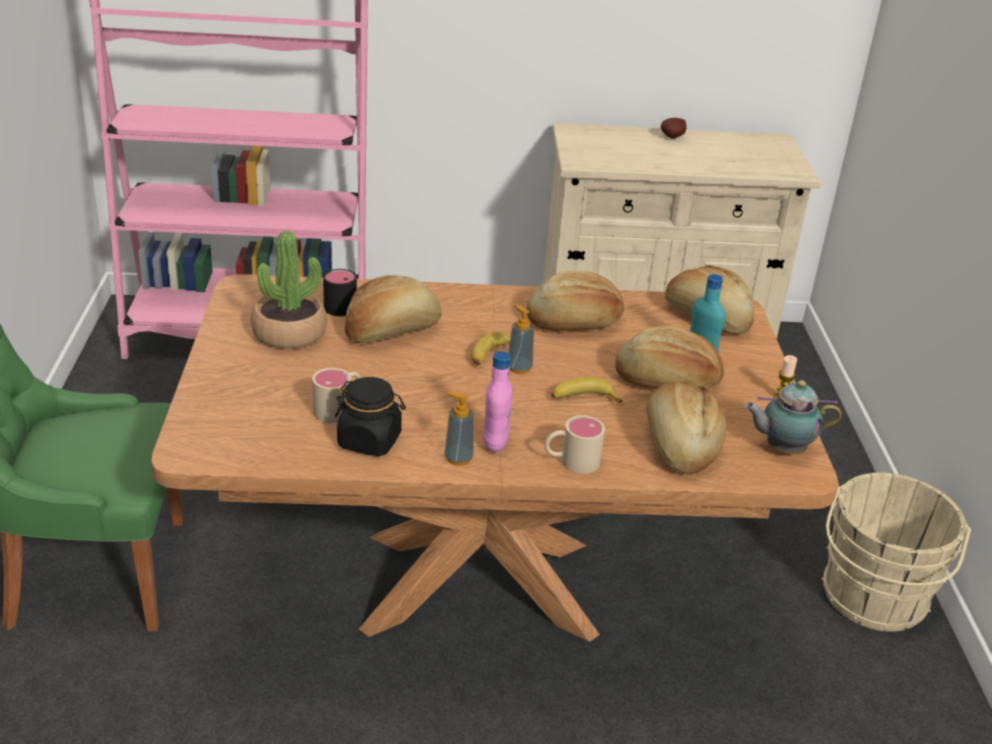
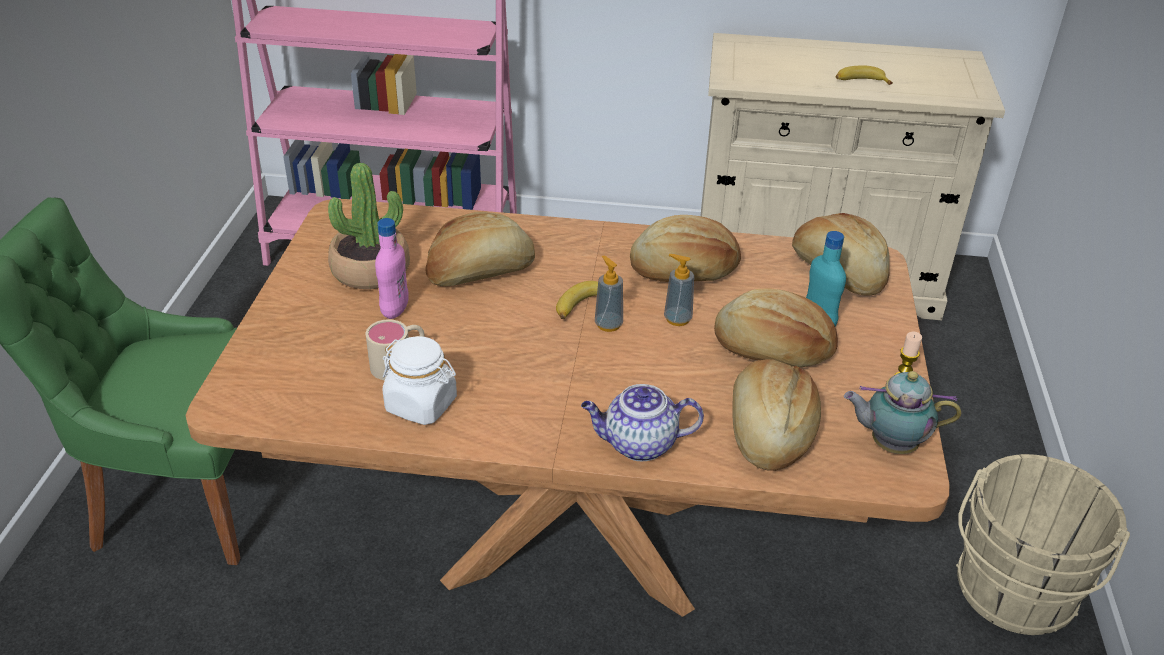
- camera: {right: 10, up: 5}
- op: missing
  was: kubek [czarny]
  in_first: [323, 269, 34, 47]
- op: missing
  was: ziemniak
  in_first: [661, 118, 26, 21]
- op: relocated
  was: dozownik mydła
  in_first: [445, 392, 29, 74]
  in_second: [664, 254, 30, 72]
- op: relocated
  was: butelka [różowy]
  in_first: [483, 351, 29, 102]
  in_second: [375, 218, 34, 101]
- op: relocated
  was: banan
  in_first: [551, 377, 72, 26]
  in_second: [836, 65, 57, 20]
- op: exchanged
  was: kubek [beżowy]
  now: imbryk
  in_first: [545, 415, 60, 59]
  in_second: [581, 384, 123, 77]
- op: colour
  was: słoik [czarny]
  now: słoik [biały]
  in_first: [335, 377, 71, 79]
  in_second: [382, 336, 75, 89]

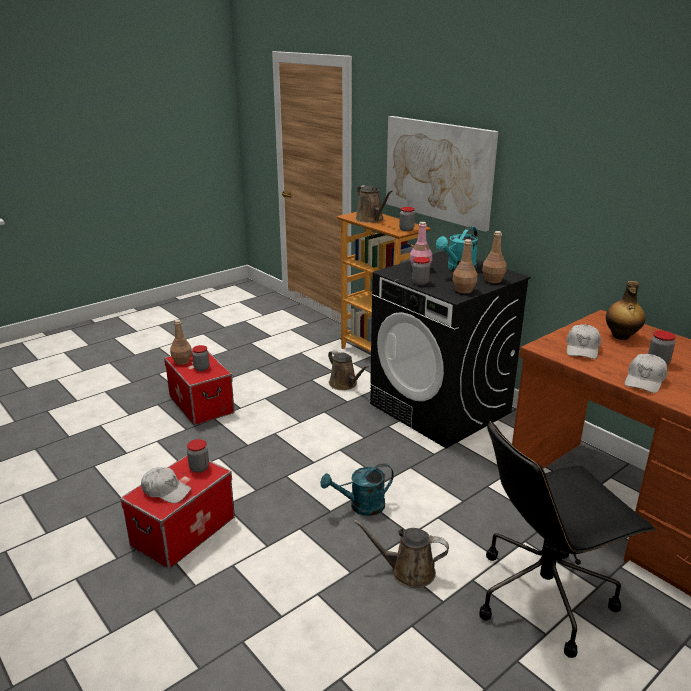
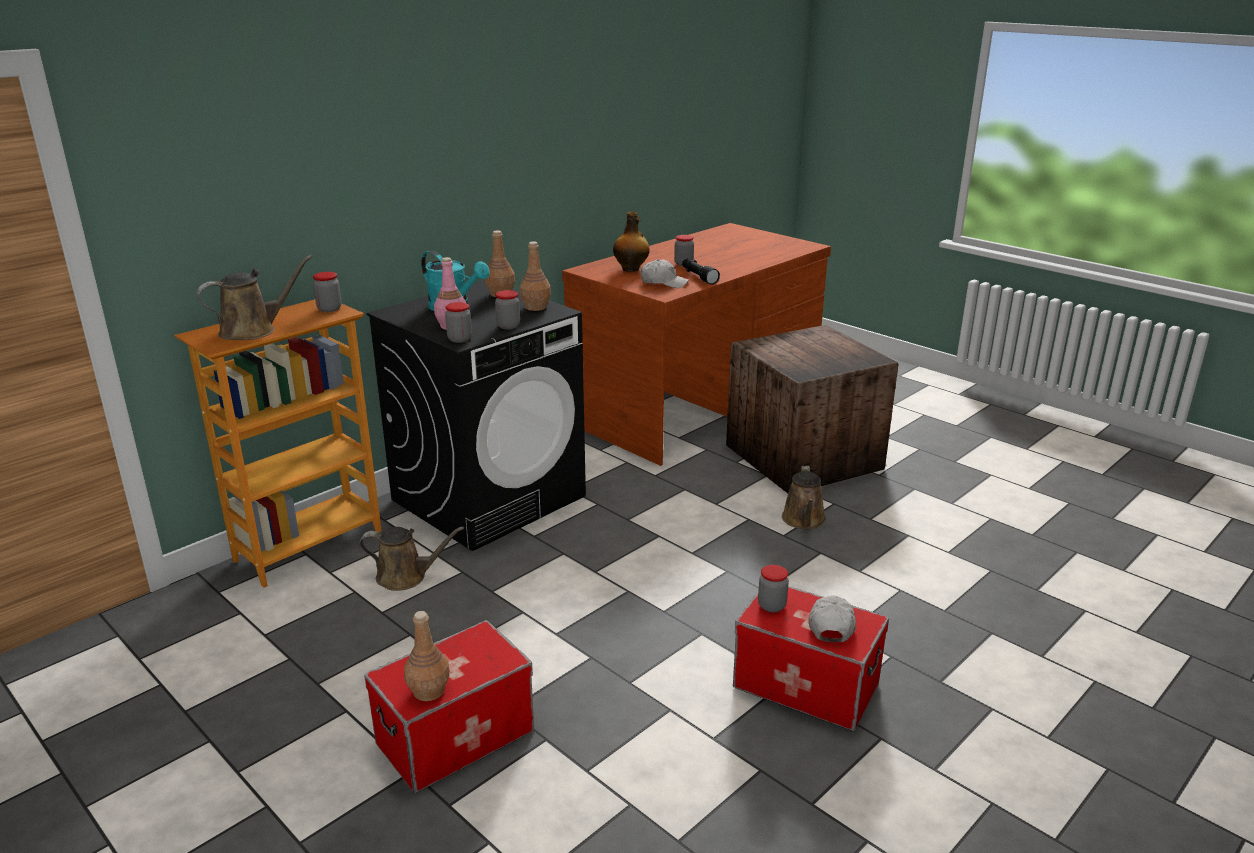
- camera: {right: -95, up: 0}
- op: missing
  was: konewka [turkusowy]
  in_first: [321, 463, 73, 53]
- op: missing
  was: obraz
  in_first: [386, 116, 112, 116]
- op: missing
  was: czapka z daszkiem [biały]
  in_first: [625, 354, 42, 39]
- op: appeared
  now: latarka [czarny]
  in_second: [682, 259, 38, 26]
- op: relocated
  was: słoik
  in_first: [192, 345, 17, 26]
  in_second: [445, 302, 27, 41]
- op: exchanged
  was: krzesło biurowe [czarny]
  now: skrzynka
  in_first: [480, 421, 176, 237]
  in_second: [726, 325, 172, 168]
- op: spun
  was: konewka [brązowy]
  in_first: [328, 350, 41, 40]
  in_second: [359, 526, 105, 65]
  clockwise: 45

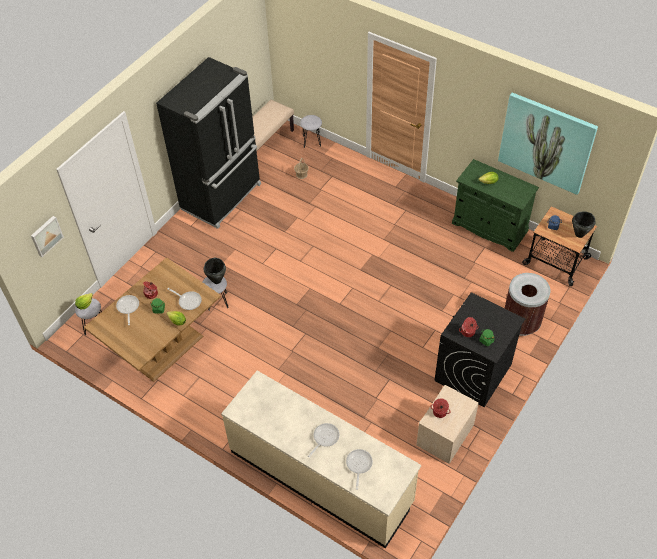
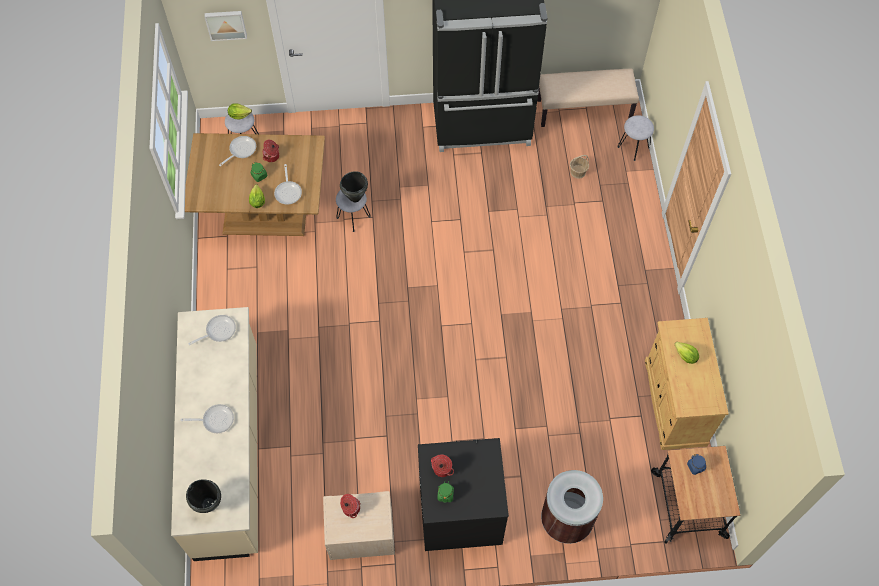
- camera: {right: 50, up: 10}
- op: missing
  was: obraz
  in_first: [498, 93, 100, 102]
- op: relocated
  was: patelnia
  in_first: [346, 449, 27, 41]
  in_second: [188, 315, 48, 30]
- op: relocated
  was: garnek [czarny]
  in_first: [572, 212, 24, 26]
  in_second: [186, 479, 35, 34]
- op: colour
  was: szafka [zielony]
  now: szafka [beżowy]
  in_first: [452, 159, 87, 93]
  in_second: [645, 318, 84, 132]

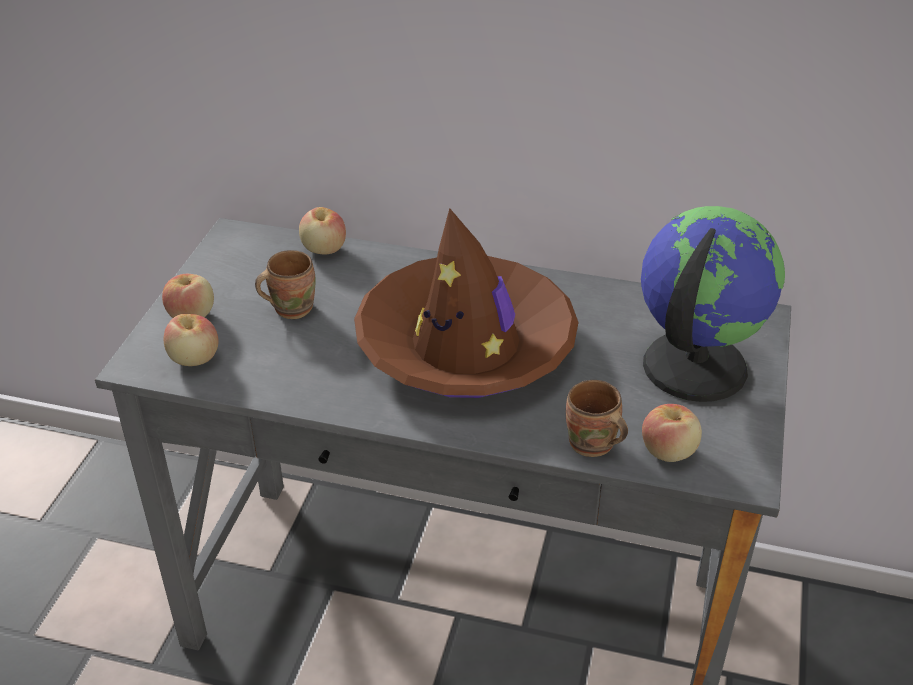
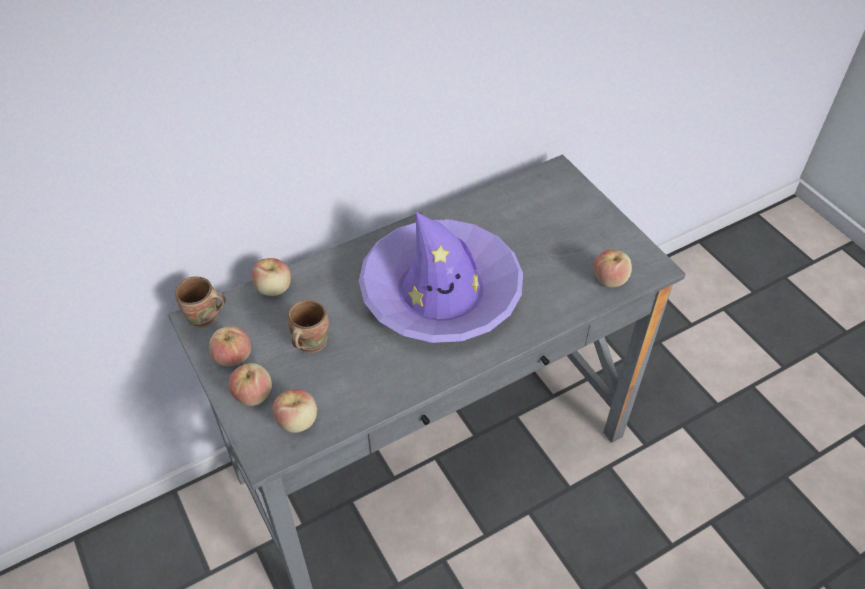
- camera: {right: -45, up: 10}
- op: missing
  was: globus
  in_first: [641, 206, 144, 196]
- op: appeared
  now: jabłko
  in_second: [209, 326, 42, 40]
- op: relocated
  was: kubek [brązowy]
  in_first: [566, 380, 62, 77]
  in_second: [175, 276, 51, 52]
- op: colour
  was: kapelusz [brązowy]
  now: kapelusz [fioletowy]
  in_first: [354, 208, 225, 190]
  in_second: [359, 212, 164, 131]

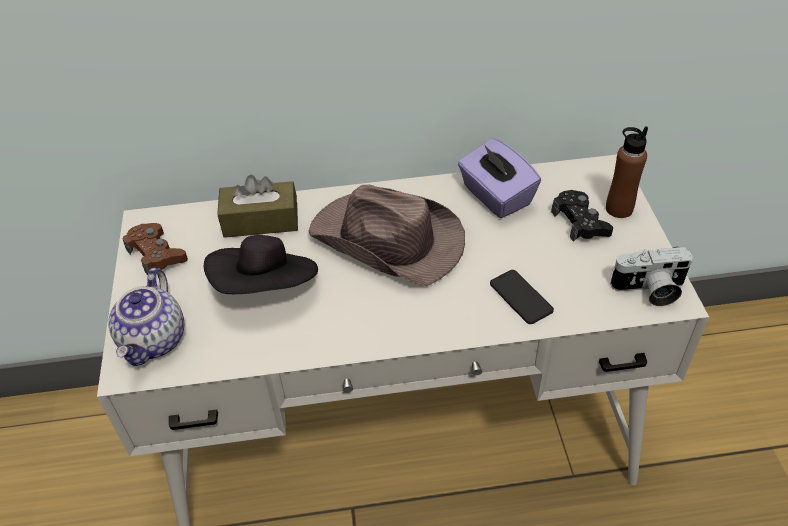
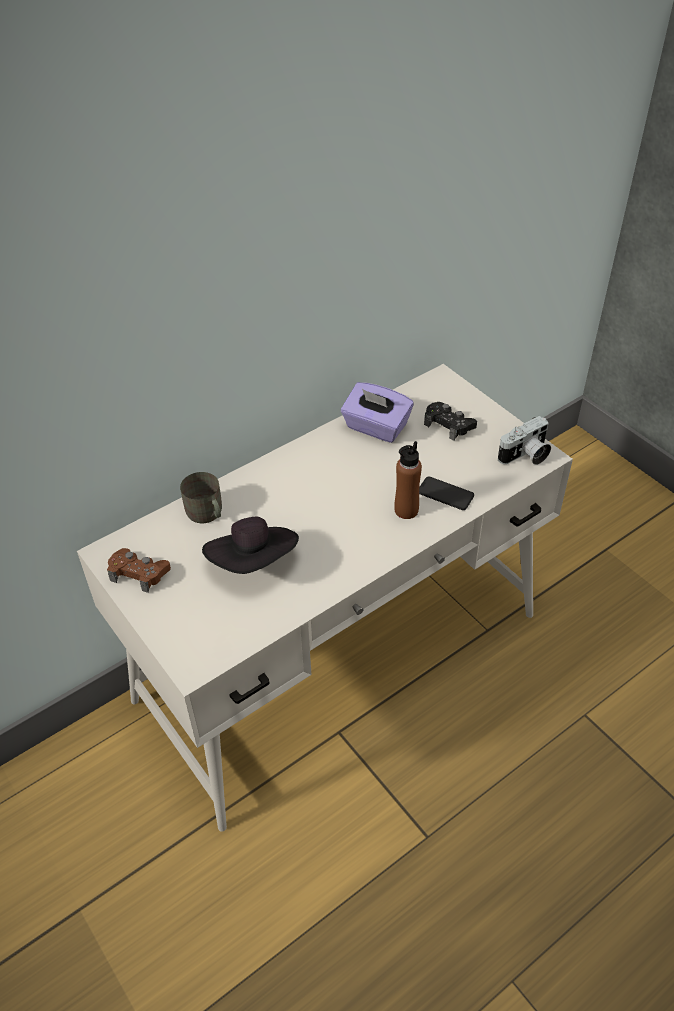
- camera: {right: -30, up: 0}
- op: missing
  was: imbryk
  in_first: [109, 268, 75, 98]
- op: missing
  was: kapelusz [brązowy]
  in_first: [308, 185, 157, 102]
- op: relocated
  was: butelka [brązowy]
  in_first: [606, 126, 42, 92]
  in_second: [394, 441, 28, 78]
- op: exchanged
  was: pudełko chusteczek [brązowy]
  now: kubek [szary]
  in_first: [217, 175, 81, 63]
  in_second: [180, 472, 42, 51]

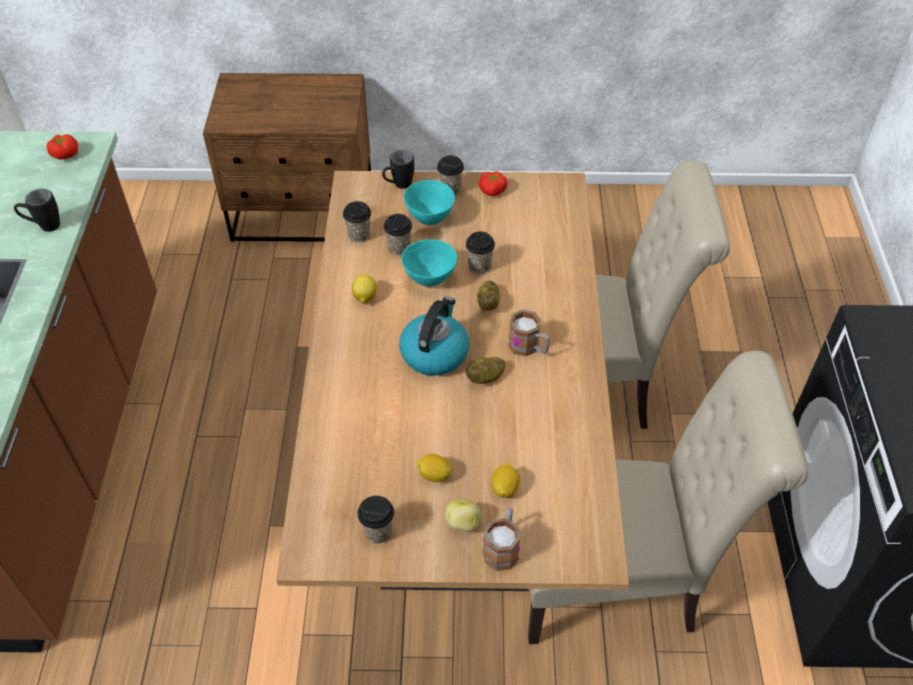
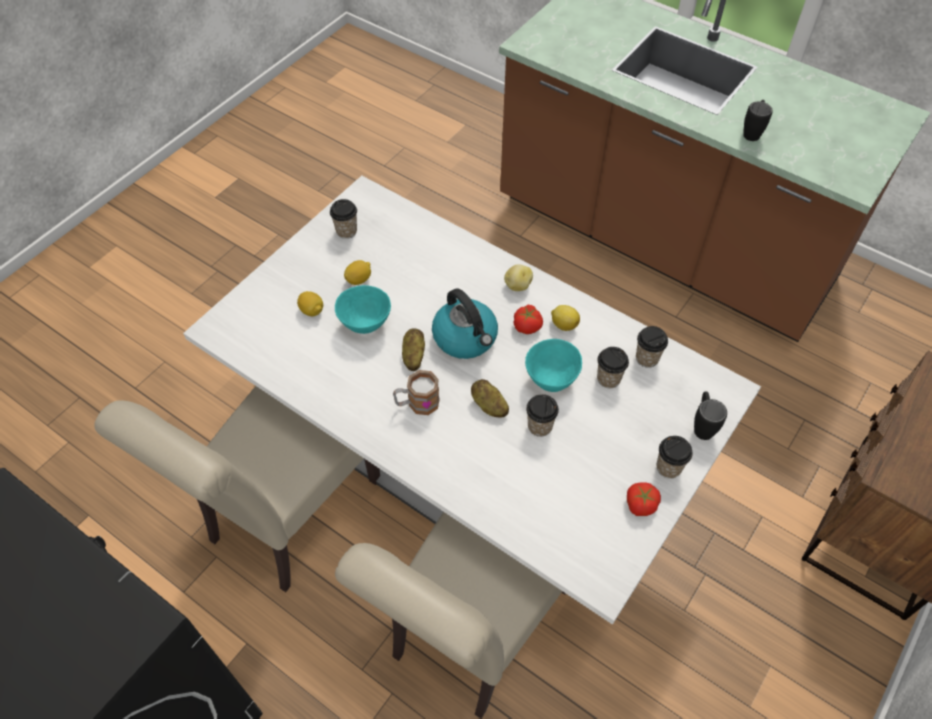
- camera: {right: 125, up: 5}
- op: missing
  was: kubek
  in_first: [483, 508, 38, 63]
- op: relocated
  was: pomidor
  in_first: [47, 134, 31, 26]
  in_second: [513, 305, 30, 29]
- op: relocated
  was: miska [turkusowy]
  in_first: [404, 180, 51, 45]
  in_second: [335, 285, 56, 49]
- op: relocated
  was: ziemniak
  in_first: [445, 499, 37, 33]
  in_second: [504, 264, 29, 27]
- op: colour
  was: stół jadalny [brązowy]
  now: stół jadalny [biały]
  in_first: [276, 171, 353, 420]
  in_second: [183, 176, 578, 449]

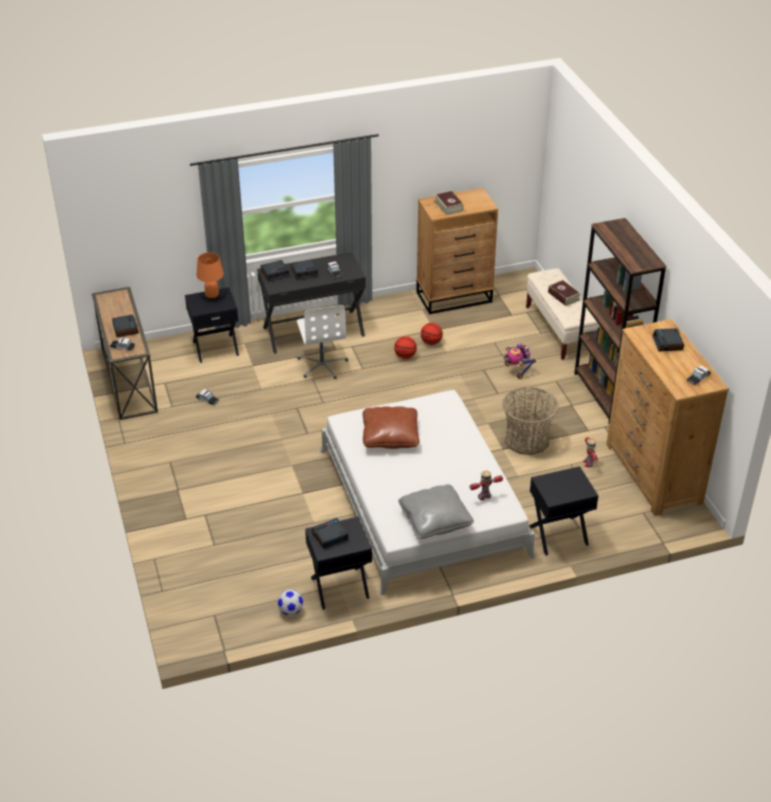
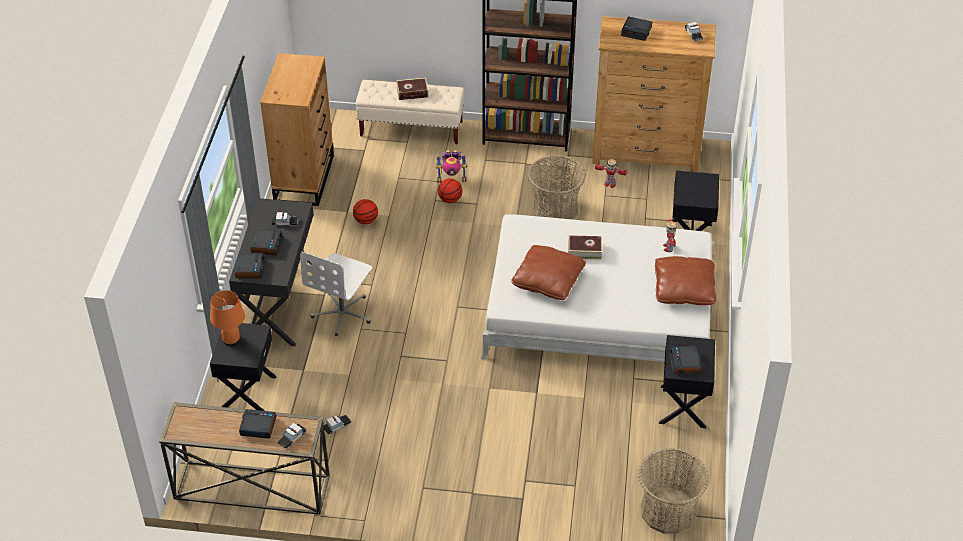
- camera: {right: -65, up: 5}
- op: missing
  was: piłka futbolowa
  in_first: [278, 590, 25, 25]
- op: appeared
  now: koszyk
  in_second: [638, 448, 71, 86]
- op: relocated
  was: piłka do koszykówki
  in_first: [394, 336, 23, 23]
  in_second: [438, 178, 25, 25]
- op: relocated
  was: książka
  in_first: [434, 190, 30, 25]
  in_second: [568, 235, 34, 25]
- op: colour
  was: poduszka [szary]
  now: poduszka [brązowy]
  in_first: [398, 484, 76, 55]
  in_second: [655, 256, 61, 49]
- op: spun
  was: krzesło biurowe [biały]
  in_first: [297, 305, 51, 74]
  in_second: [300, 252, 72, 84]
  clockwise: 105

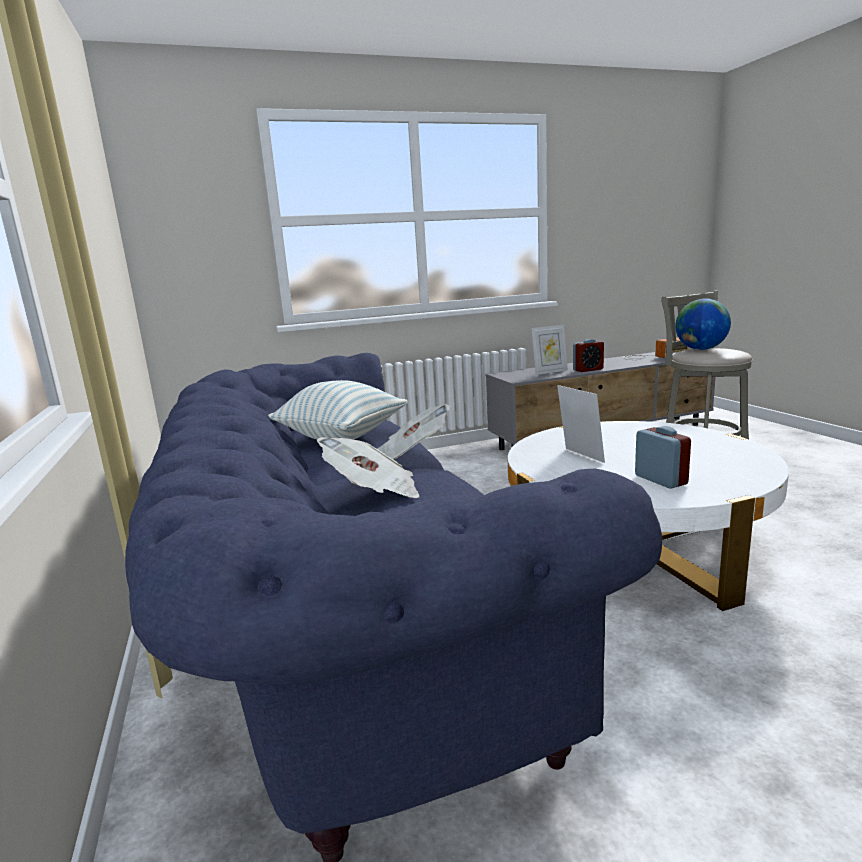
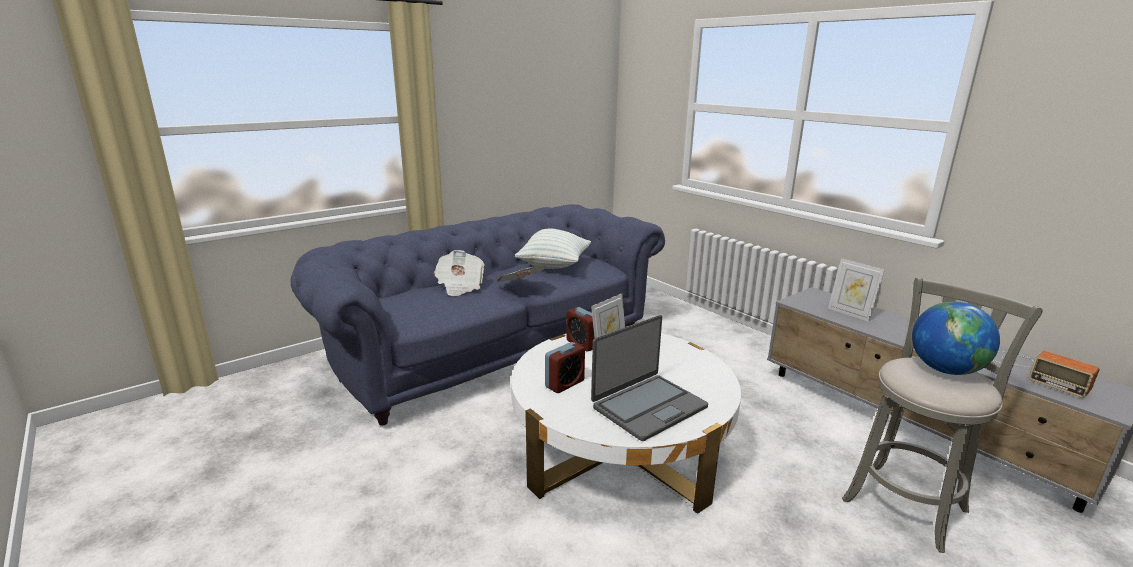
- camera: {right: 70, up: 5}
- op: appeared
  now: laptop
  in_second: [591, 315, 117, 126]
- op: relocated
  was: budzik
  in_first: [573, 339, 31, 33]
  in_second: [566, 307, 29, 44]

